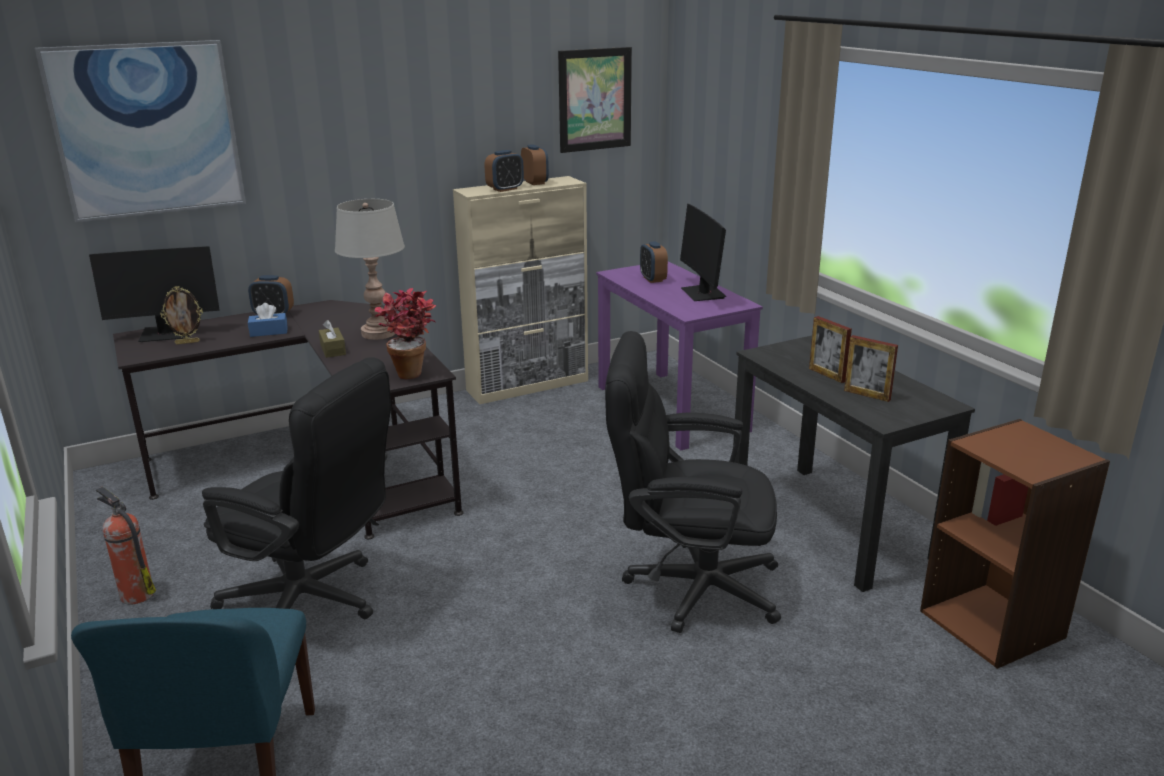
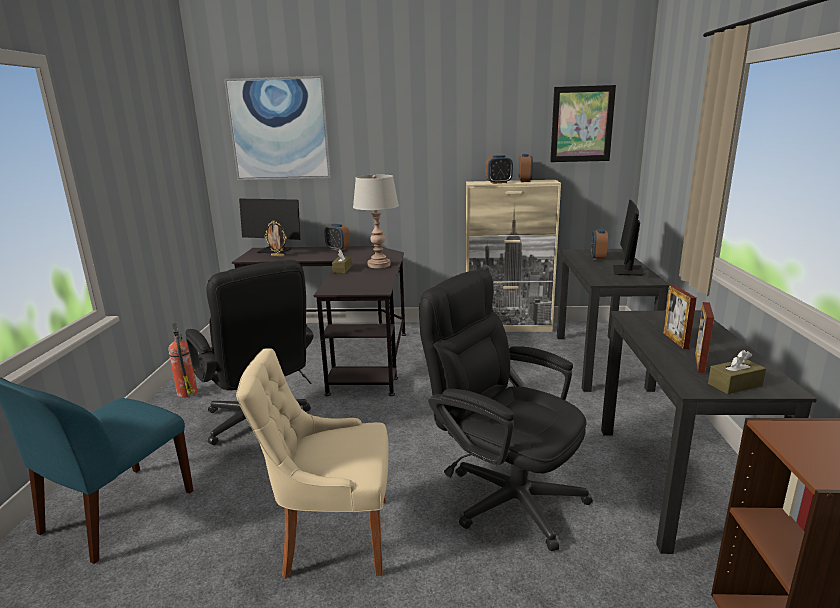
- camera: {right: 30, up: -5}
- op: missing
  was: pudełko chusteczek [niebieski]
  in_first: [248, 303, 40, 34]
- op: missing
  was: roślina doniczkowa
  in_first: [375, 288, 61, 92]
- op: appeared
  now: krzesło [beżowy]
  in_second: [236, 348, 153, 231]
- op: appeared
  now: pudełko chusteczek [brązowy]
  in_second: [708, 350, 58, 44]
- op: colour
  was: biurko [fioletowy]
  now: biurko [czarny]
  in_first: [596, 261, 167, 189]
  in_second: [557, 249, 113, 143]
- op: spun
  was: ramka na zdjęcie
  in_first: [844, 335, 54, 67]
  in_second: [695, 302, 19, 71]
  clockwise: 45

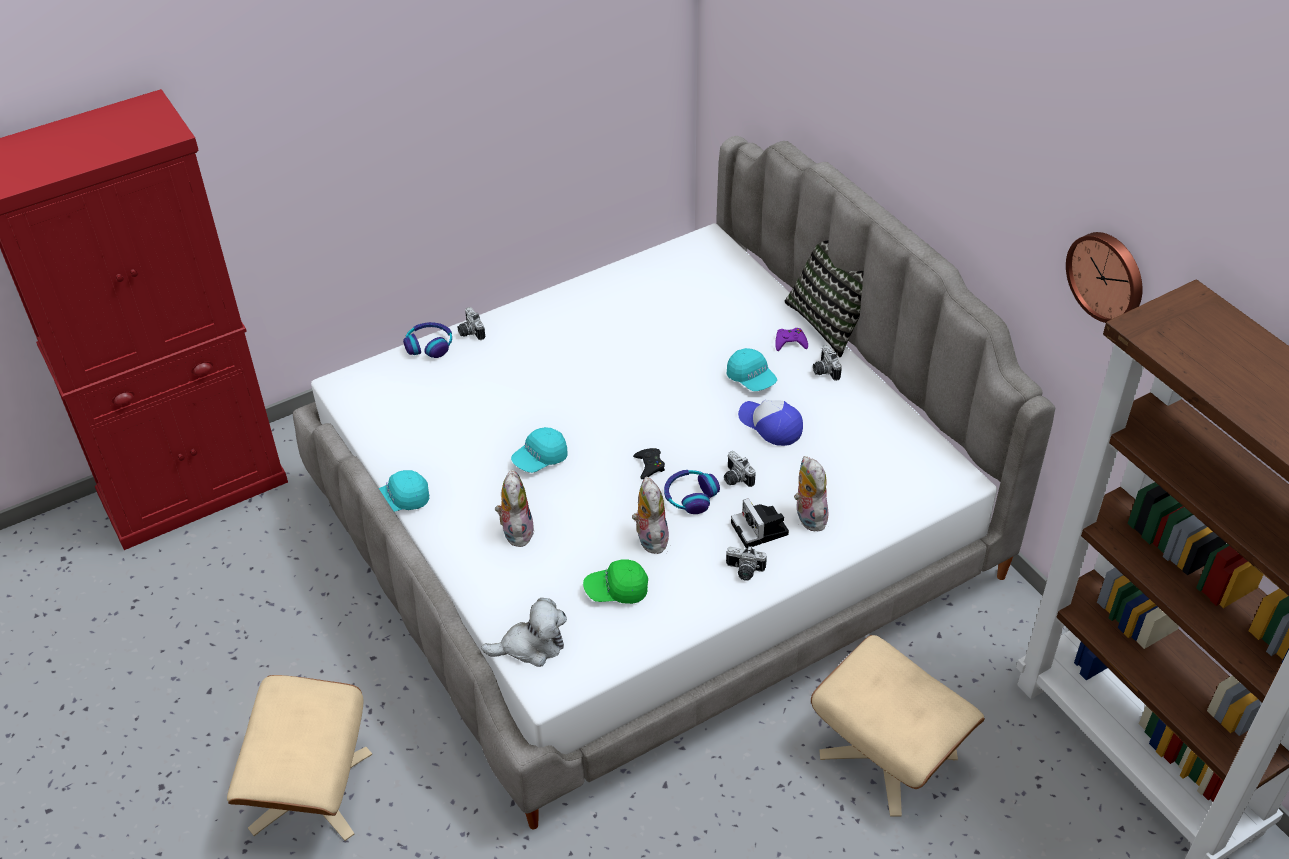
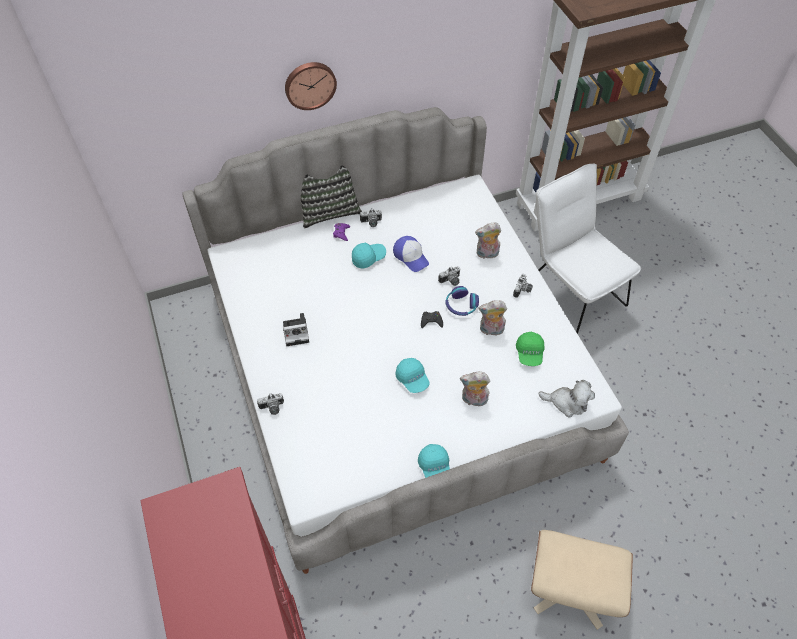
- camera: {right: -80, up: 10}
- op: missing
  was: słuchawki
  in_first: [403, 322, 49, 36]
- op: relocated
  was: aparat fotograficzny
  in_first: [731, 498, 58, 50]
  in_second: [283, 313, 26, 33]
- op: relocated
  was: zegar ścienny
  in_first: [1066, 232, 77, 91]
  in_second: [285, 62, 52, 48]
- op: exchanged
  was: pufa [beżowy]
  now: krzesło [biały]
  in_first: [811, 635, 174, 182]
  in_second: [536, 164, 105, 170]
- op: spun
  was: pluszak
  in_first: [481, 598, 86, 69]
  in_second: [538, 380, 57, 38]
  clockwise: 105
- op: spun
  was: czapka z daszkiem
  in_first: [738, 400, 65, 46]
  in_second: [393, 236, 36, 36]
  clockwise: -90

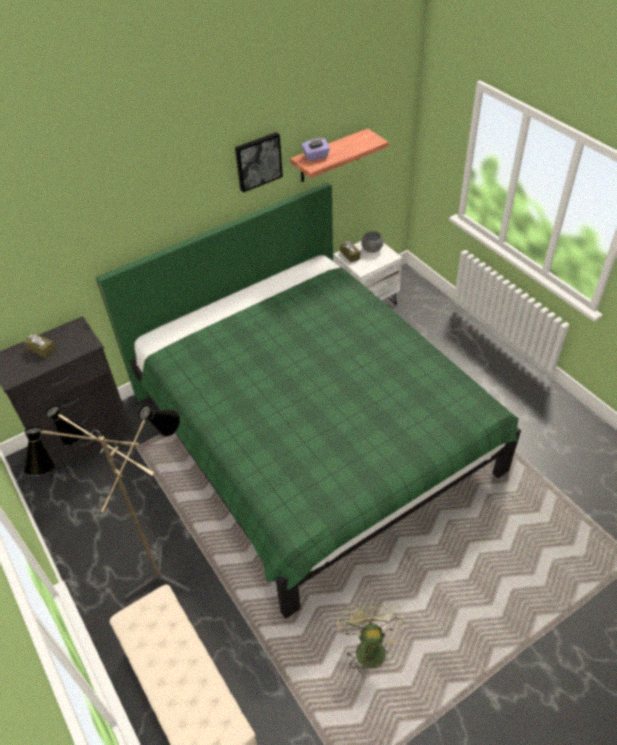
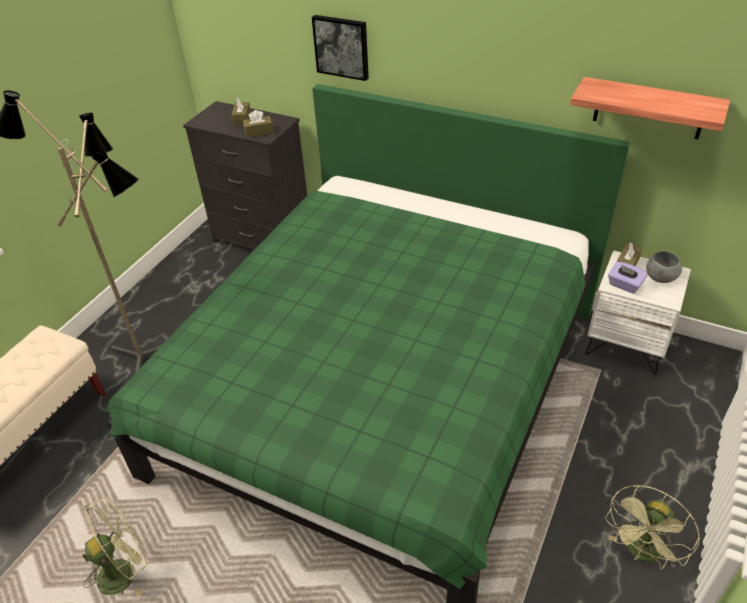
- camera: {right: 60, up: -5}
- op: appeared
  now: pudełko chusteczek [brązowy]
  in_second: [243, 110, 31, 28]
- op: appeared
  now: wentylator [zielony]
  in_second: [605, 484, 95, 86]
- op: relocated
  was: obraz
  in_first: [235, 132, 48, 60]
  in_second: [312, 15, 57, 66]
- op: relocated
  was: pudełko chusteczek [fioletowy]
  in_first: [301, 138, 29, 23]
  in_second: [608, 261, 40, 33]

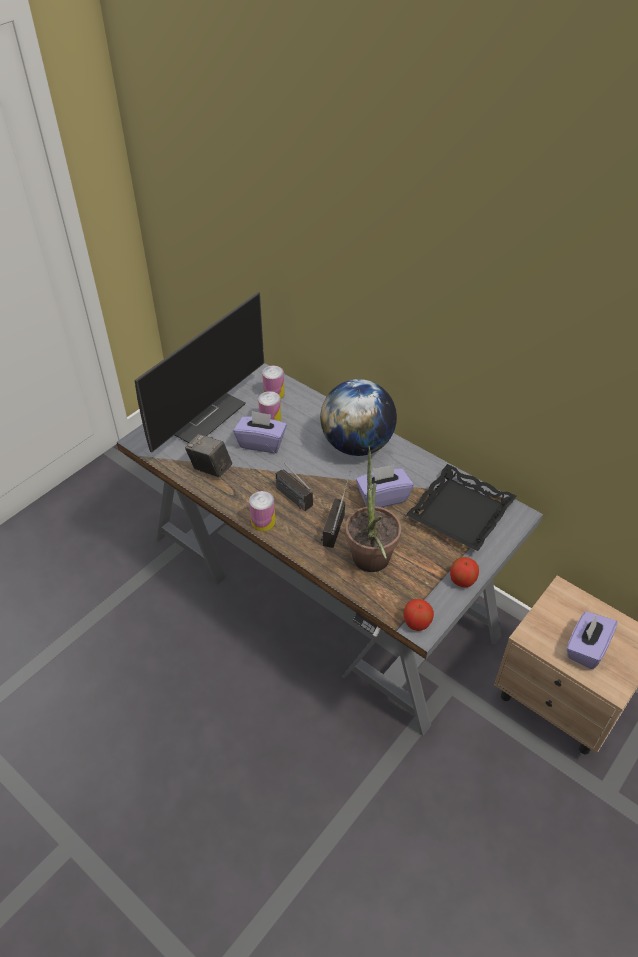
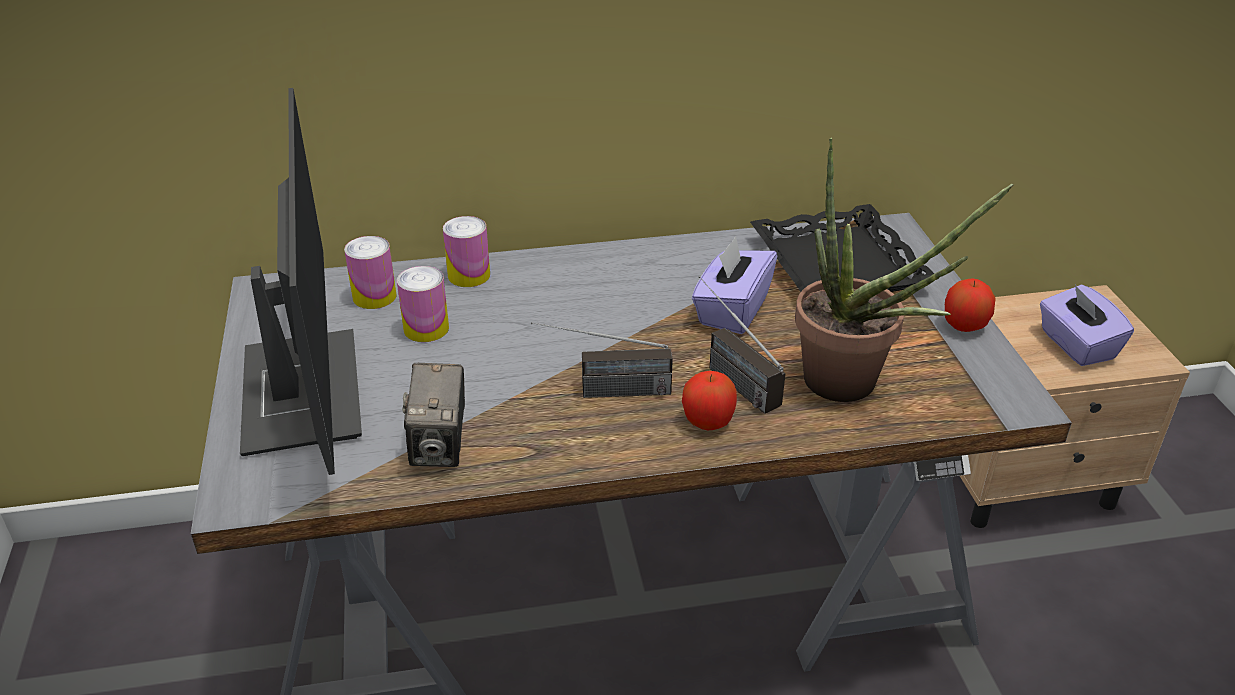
- camera: {right: -50, up: -10}
- op: missing
  was: pudełko chusteczek [fioletowy]
  in_first: [234, 411, 53, 42]
- op: missing
  was: globus
  in_first: [320, 379, 77, 77]
- op: relocated
  was: puszka
  in_first: [249, 491, 27, 40]
  in_second: [443, 216, 47, 71]
- op: relocated
  was: jabłko
  in_first: [403, 599, 31, 32]
  in_second: [682, 371, 55, 59]
- op: spun
  was: aparat fotograficzny
  in_first: [185, 434, 47, 44]
  in_second: [402, 363, 63, 104]
  clockwise: -75

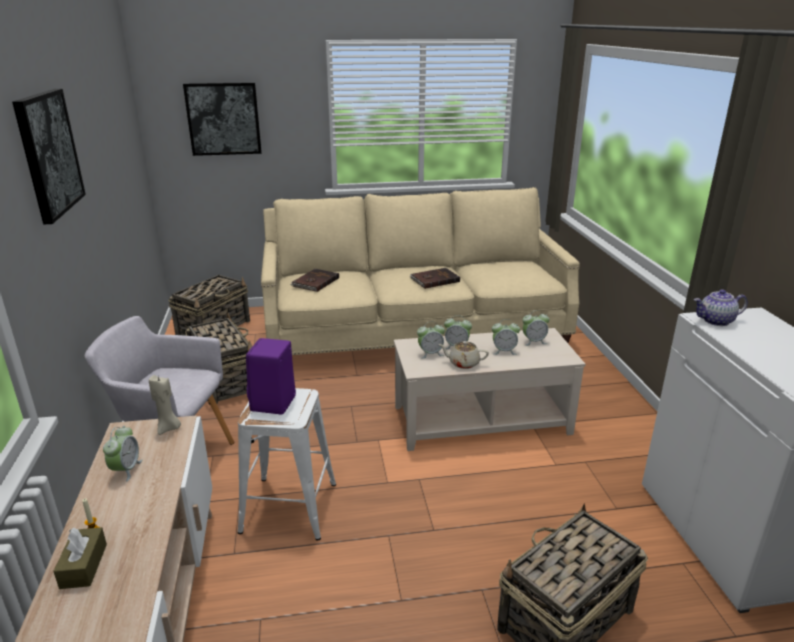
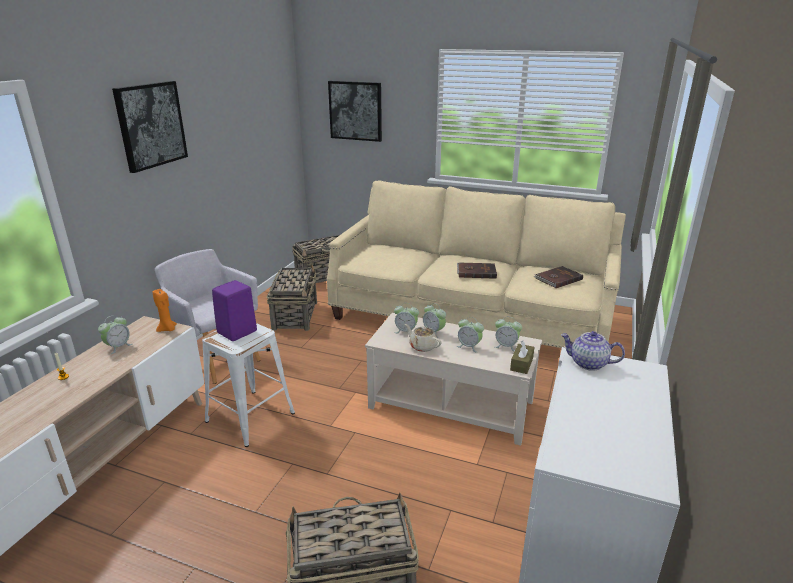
- camera: {right: 30, up: 0}
- op: relocated
  was: pudełko chusteczek [brązowy]
  in_first: [53, 527, 54, 62]
  in_second: [510, 341, 25, 33]
- op: relocated
  was: książka [brązowy]
  in_first: [290, 269, 49, 23]
  in_second: [534, 266, 49, 22]
- op: colour
  was: świeca [beżowy]
  now: świeca [pomarańczowy]
  in_first: [149, 375, 32, 60]
  in_second: [153, 289, 24, 43]

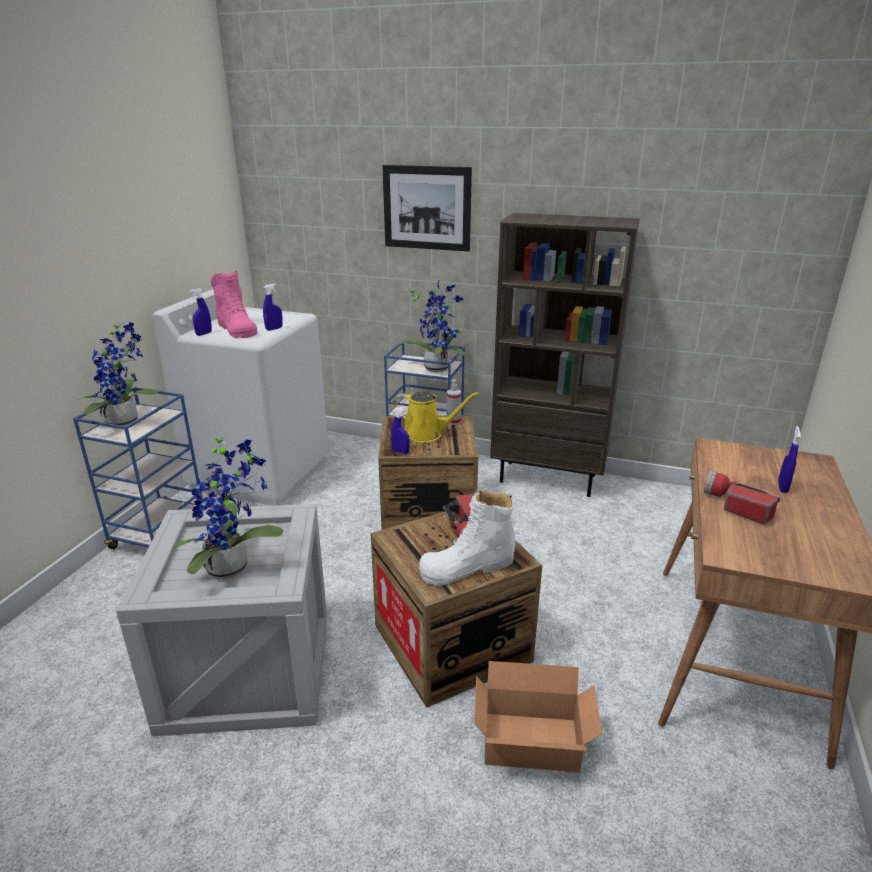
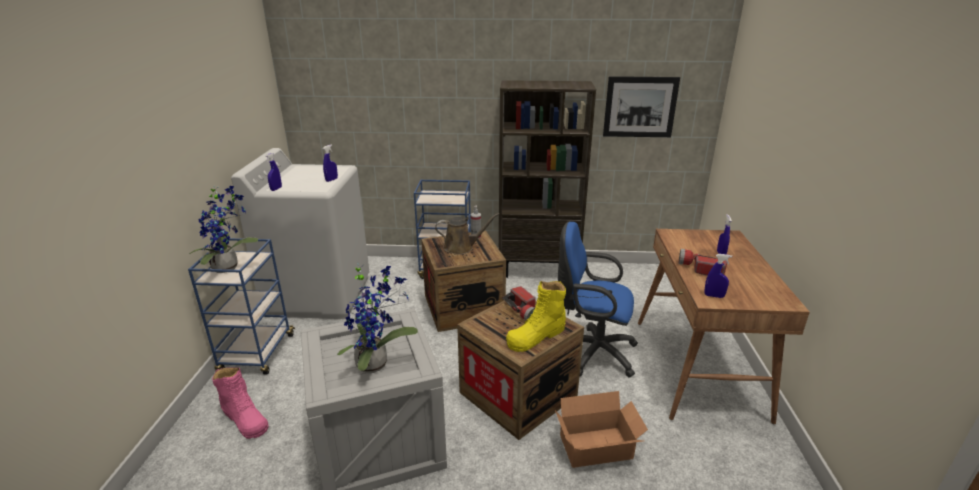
- camera: {right: -15, up: 0}
- op: missing
  was: roślina doniczkowa
  in_first: [398, 280, 67, 92]
- op: appeared
  now: krzesło biurowe [niebieski]
  in_second: [558, 221, 80, 156]
- op: relocated
  was: but z cholewką [różowy]
  in_first: [210, 271, 47, 67]
  in_second: [212, 367, 57, 72]
- op: relocated
  was: obraz
  in_first: [382, 165, 90, 86]
  in_second: [603, 76, 77, 61]
- op: relocated
  was: spryskiwacz [niebieski]
  in_first: [391, 407, 19, 47]
  in_second: [704, 254, 28, 44]
- op: colour
  was: konewka [żółty]
  now: konewka [brązowy]
  in_first: [393, 392, 86, 50]
  in_second: [435, 213, 64, 42]
- op: colour
  was: but z cholewką [biały]
  now: but z cholewką [żółty]
  in_first: [419, 489, 96, 96]
  in_second: [506, 281, 60, 71]

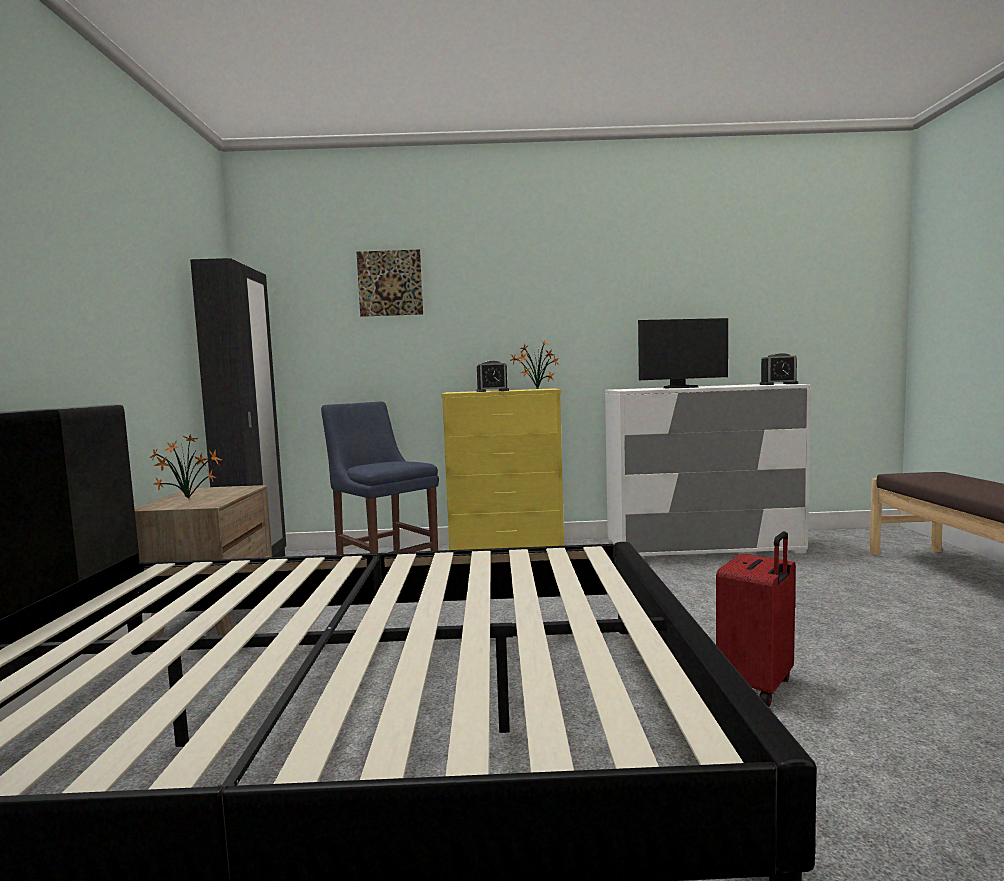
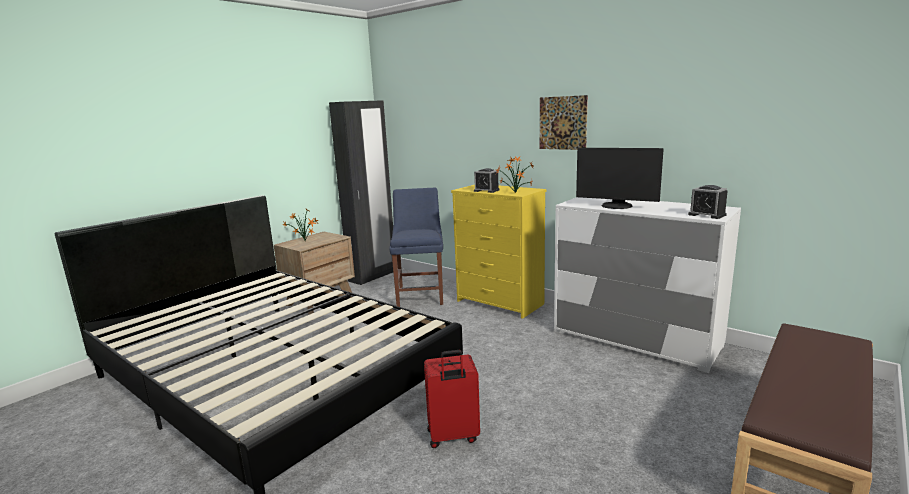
- camera: {right: 40, up: 10}
- op: relocated
  was: obraz
  in_first: [357, 250, 66, 67]
  in_second: [540, 95, 48, 55]

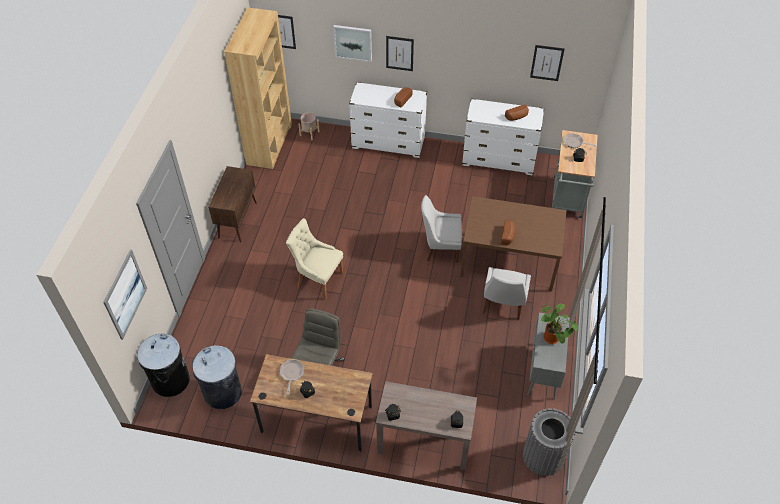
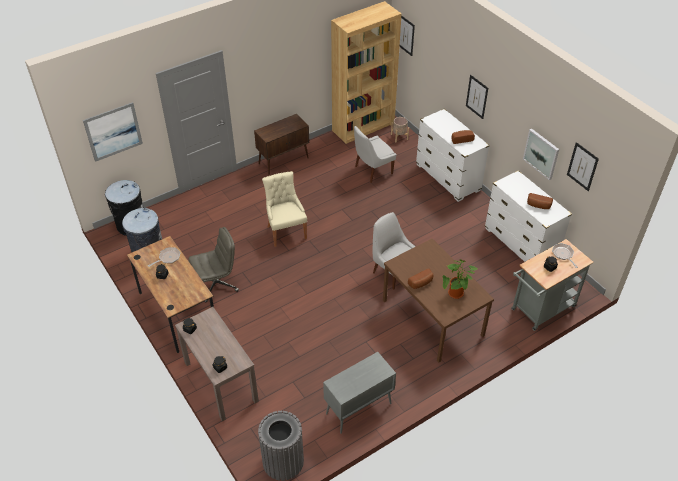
- camera: {right: 45, up: -5}
- op: relocated
  was: obraz
  in_first: [333, 25, 39, 37]
  in_second: [523, 128, 36, 52]
- op: relocated
  was: krzesło [biały]
  in_first: [483, 267, 48, 53]
  in_second: [354, 126, 42, 57]
- op: relocated
  was: roślina doniczkowa
  in_first: [540, 304, 38, 40]
  in_second: [443, 259, 34, 40]

